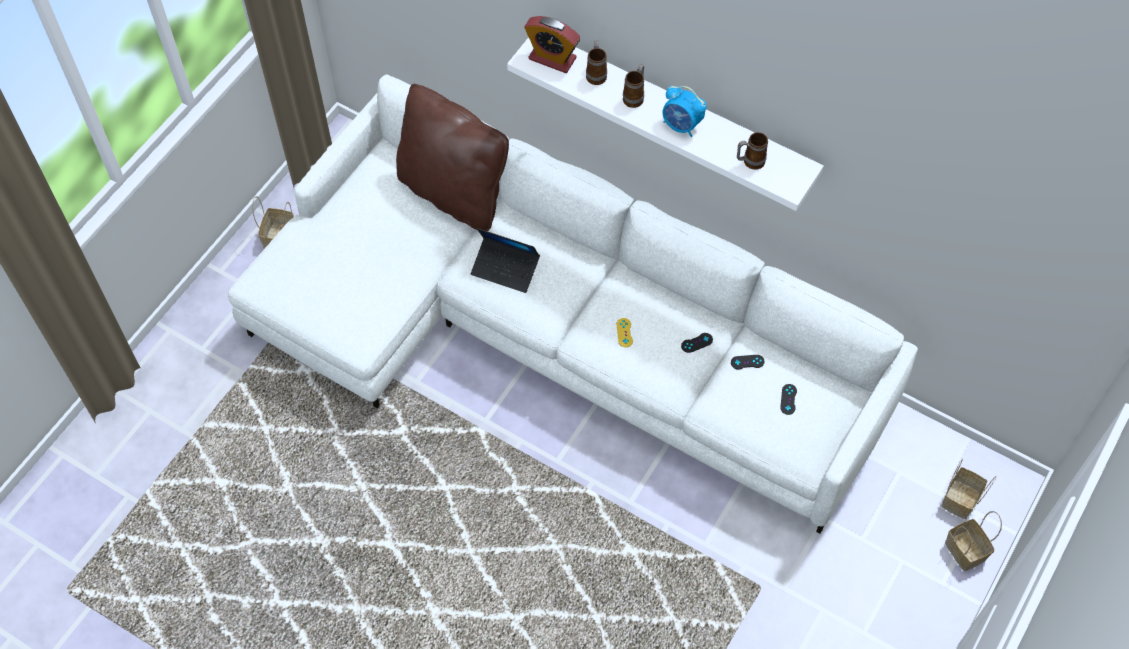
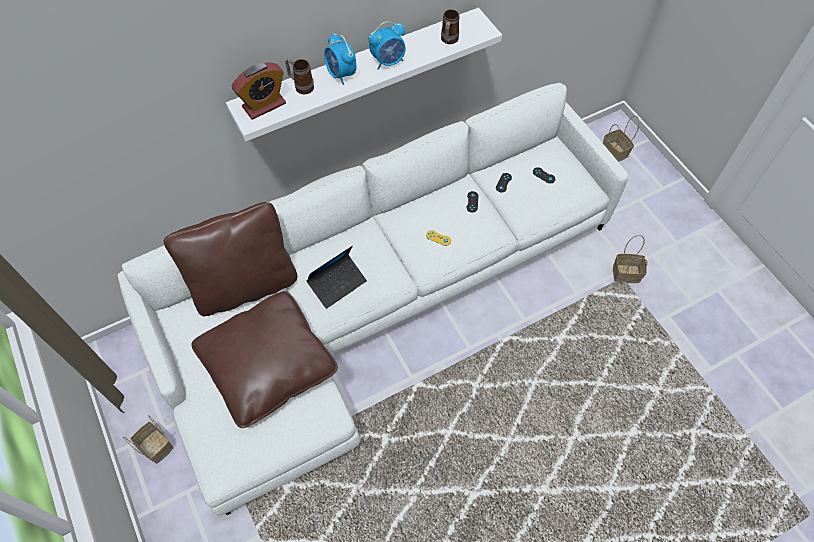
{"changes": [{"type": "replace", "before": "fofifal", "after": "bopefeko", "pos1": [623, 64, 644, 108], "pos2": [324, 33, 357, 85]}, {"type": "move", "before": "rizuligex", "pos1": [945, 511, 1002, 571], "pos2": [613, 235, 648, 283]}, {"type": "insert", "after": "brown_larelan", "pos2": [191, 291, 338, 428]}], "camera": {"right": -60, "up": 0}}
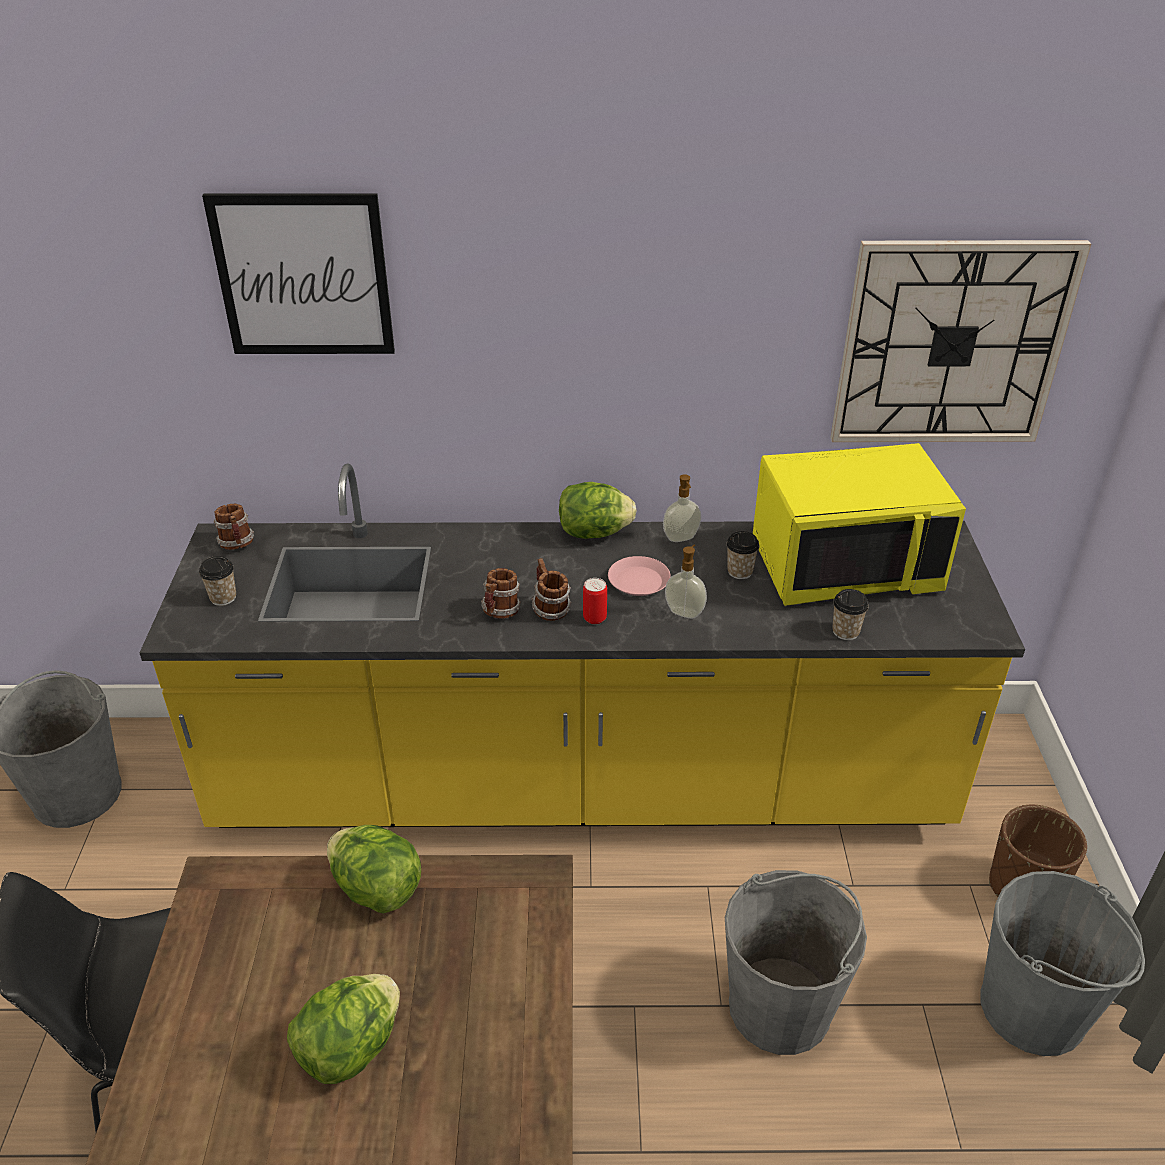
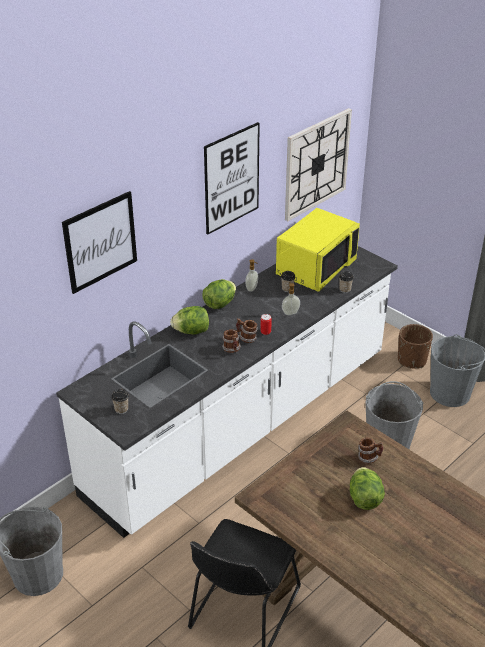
{"changes": [{"type": "recolor", "before": "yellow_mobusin", "after": "white_mobusin", "pos1": [140, 464, 1025, 828], "pos2": [56, 246, 398, 538]}, {"type": "move", "before": "fofifal", "pos1": [213, 504, 254, 550], "pos2": [358, 437, 383, 464]}, {"type": "delete", "before": "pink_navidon", "pos1": [608, 556, 671, 596]}, {"type": "move", "before": "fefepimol", "pos1": [327, 825, 421, 914], "pos2": [170, 306, 209, 335]}, {"type": "insert", "after": "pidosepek", "pos2": [204, 122, 260, 234]}], "camera": {"right": -45, "up": 0}}
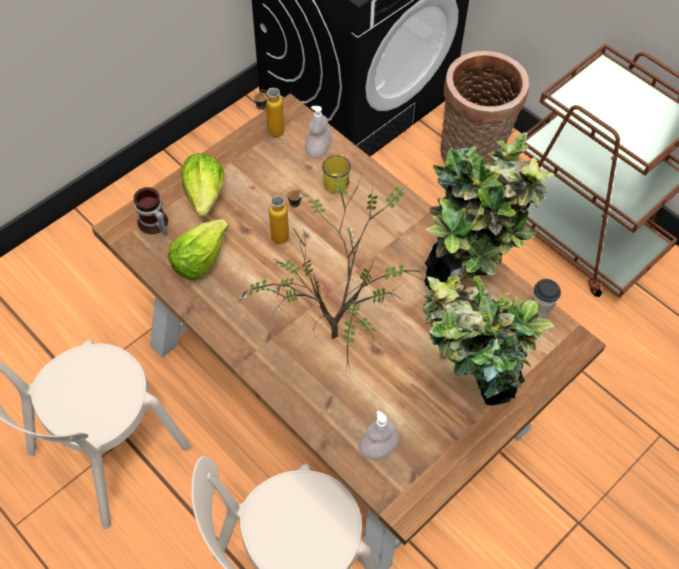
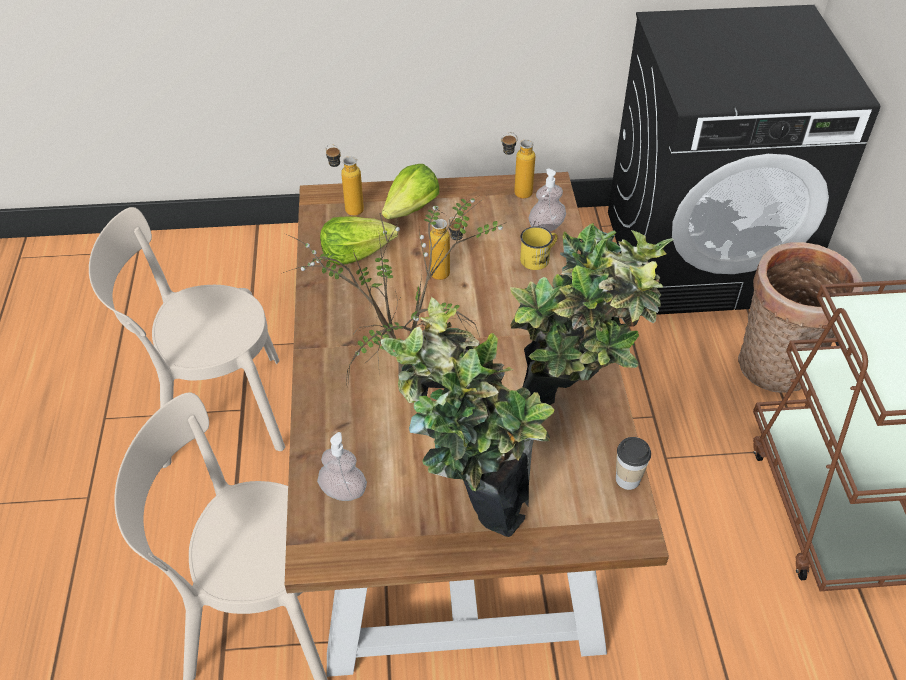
{"changes": [{"type": "replace", "before": "fofifal", "after": "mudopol", "pos1": [134, 187, 168, 235], "pos2": [326, 144, 364, 216]}], "camera": {"right": 40, "up": -10}}
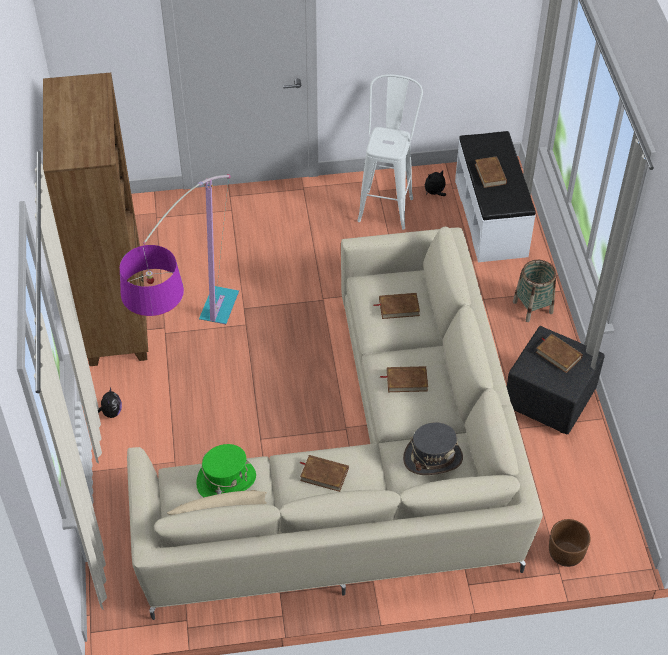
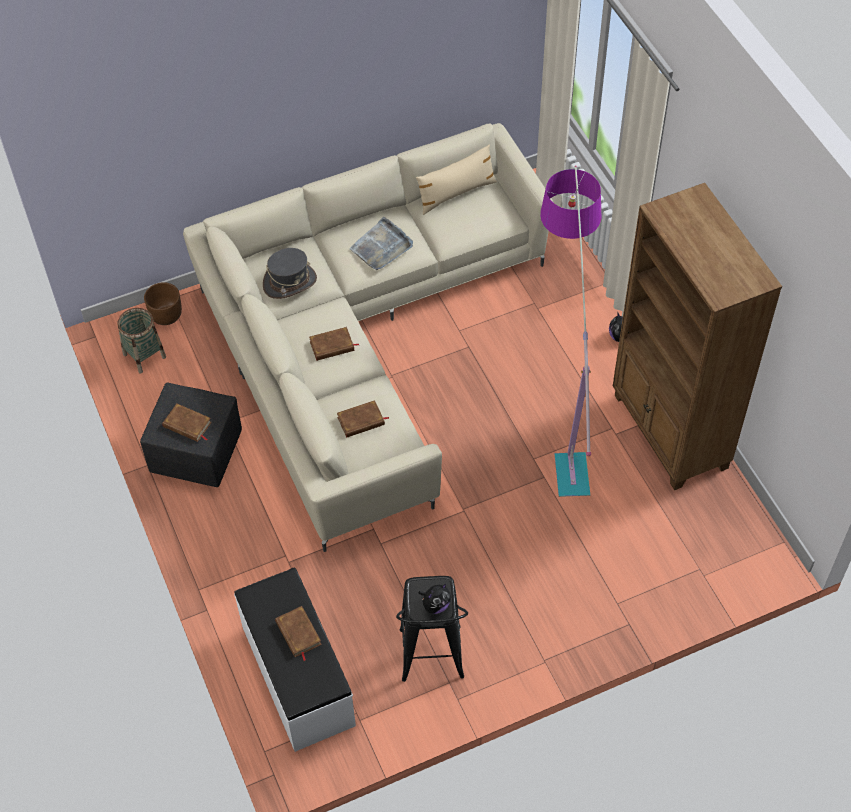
{"changes": [{"type": "recolor", "before": "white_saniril", "after": "black_saniril", "pos1": [357, 74, 423, 230], "pos2": [396, 576, 468, 682]}, {"type": "move", "before": "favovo", "pos1": [425, 170, 446, 196], "pos2": [418, 584, 451, 614]}, {"type": "move", "before": "rizuligex", "pos1": [513, 260, 556, 322], "pos2": [118, 308, 166, 374]}, {"type": "delete", "before": "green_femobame", "pos1": [196, 444, 256, 497]}, {"type": "replace", "before": "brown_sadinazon", "after": "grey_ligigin", "pos1": [300, 455, 349, 492], "pos2": [349, 217, 413, 270]}], "camera": {"right": 165, "up": 5}}
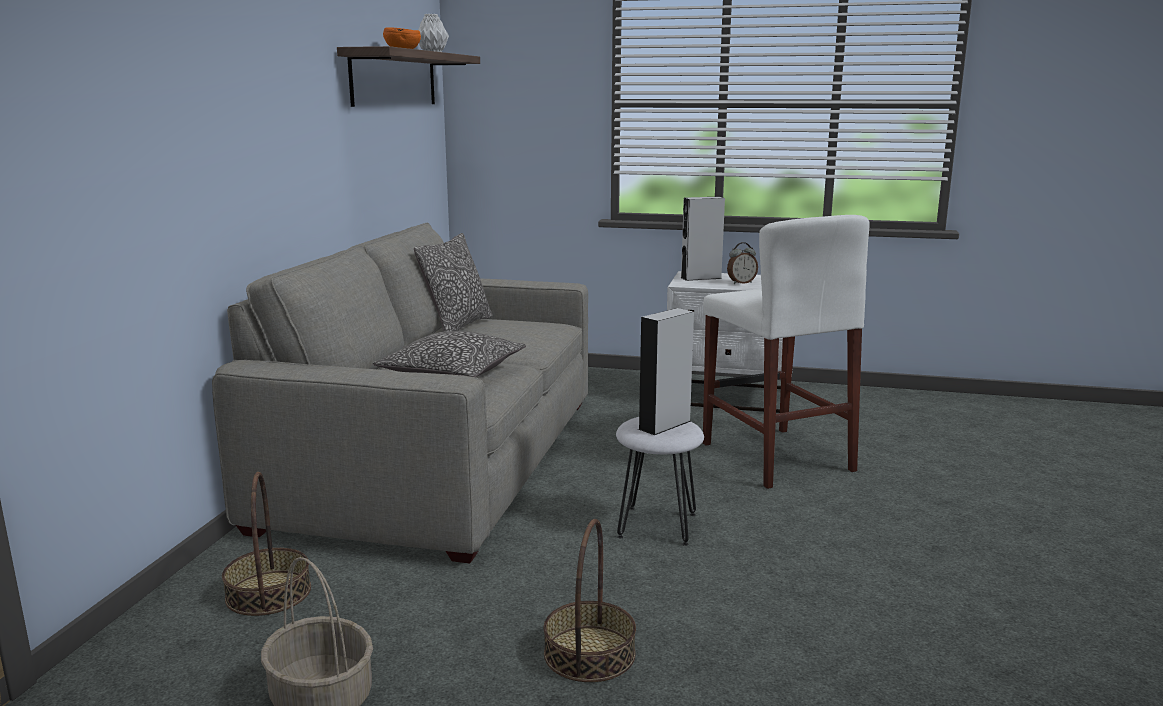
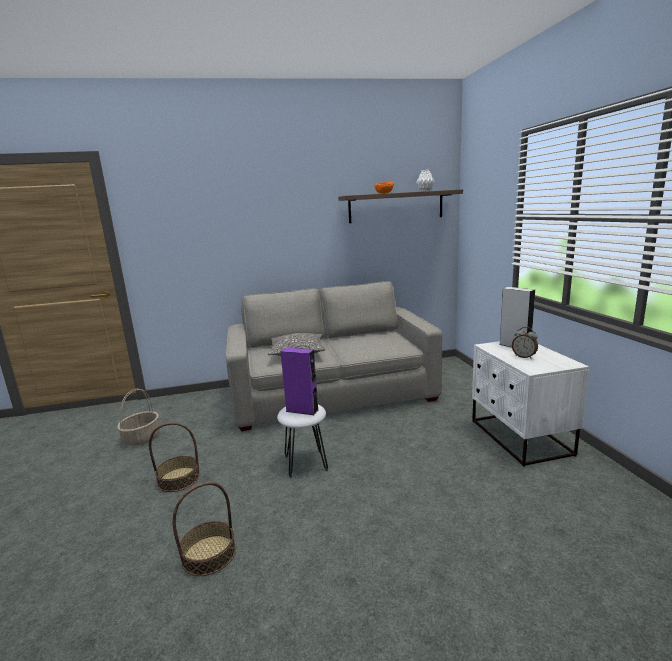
{"changes": [{"type": "delete", "before": "white_saniril", "pos1": [703, 215, 870, 489]}, {"type": "delete", "before": "larelan", "pos1": [414, 233, 492, 332]}, {"type": "recolor", "before": "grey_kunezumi", "after": "purple_kunezumi", "pos1": [638, 308, 694, 435], "pos2": [281, 348, 318, 415]}, {"type": "move", "before": "rizuligex", "pos1": [222, 472, 311, 616], "pos2": [173, 482, 236, 576]}], "camera": {"right": 65, "up": 0}}
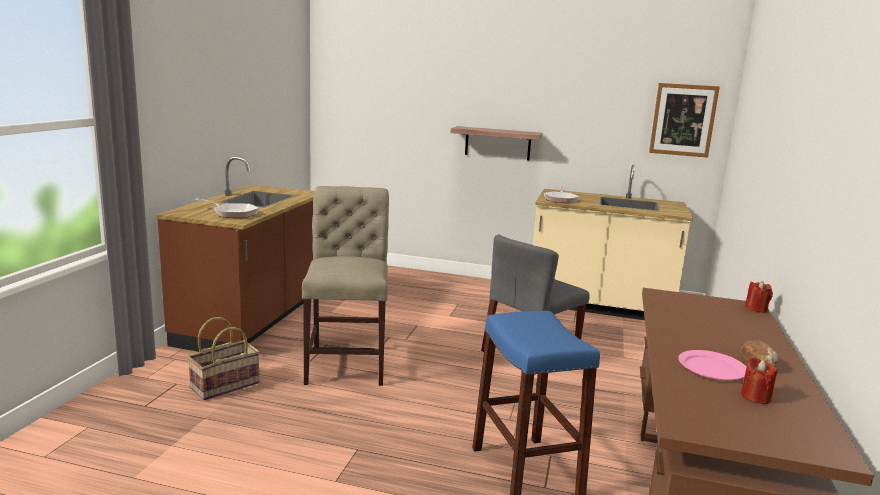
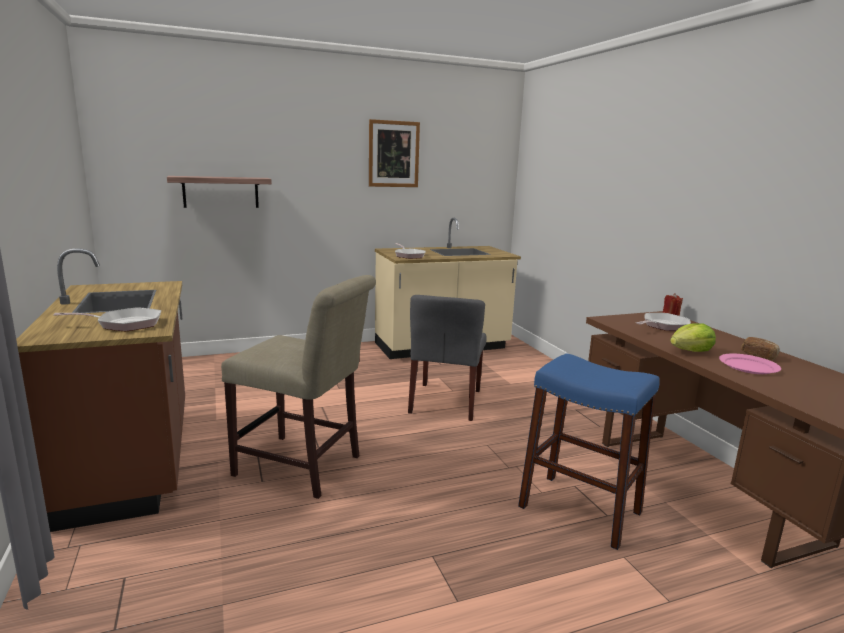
{"changes": [{"type": "move", "before": "pidosepek", "pos1": [649, 83, 720, 158], "pos2": [369, 119, 420, 187]}, {"type": "move", "before": "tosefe", "pos1": [450, 126, 543, 160], "pos2": [167, 176, 272, 208]}, {"type": "rotate", "before": "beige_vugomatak", "pos1": [302, 186, 389, 386], "pos2": [221, 275, 376, 499], "turn": 150}, {"type": "delete", "before": "rizuligex", "pos1": [187, 317, 260, 400]}, {"type": "delete", "before": "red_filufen", "pos1": [741, 357, 778, 404]}, {"type": "insert", "after": "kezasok", "pos2": [636, 313, 691, 331]}, {"type": "insert", "after": "fefepimol", "pos2": [670, 323, 716, 352]}], "camera": {"right": -35, "up": 0}}
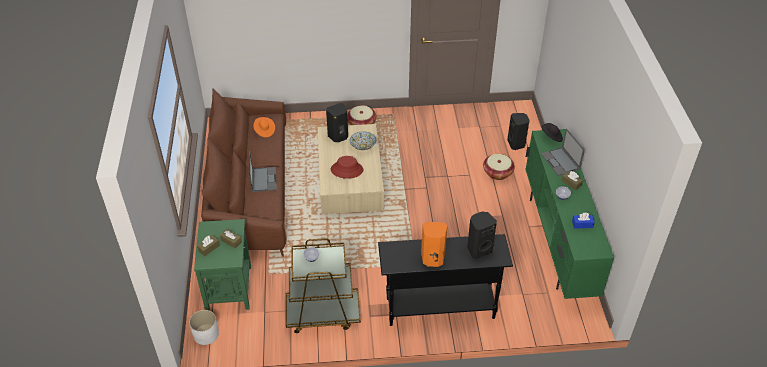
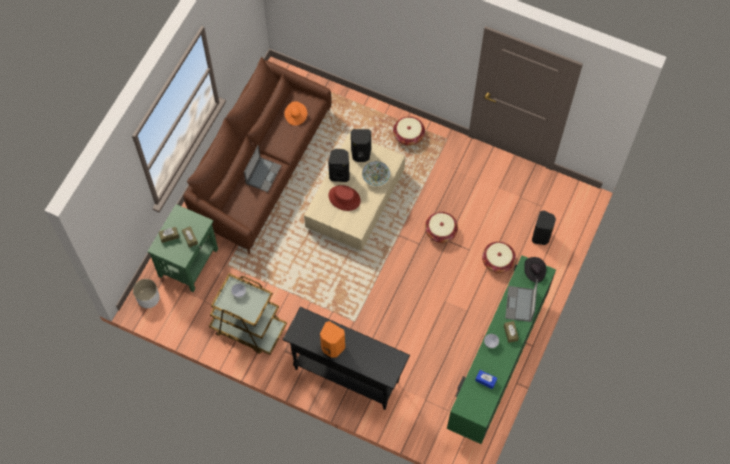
{"changes": [{"type": "move", "before": "black_kunezumi", "pos1": [467, 212, 497, 259], "pos2": [328, 149, 350, 182]}, {"type": "insert", "after": "rizuligex", "pos2": [425, 212, 458, 243]}], "camera": {"right": 30, "up": 20}}
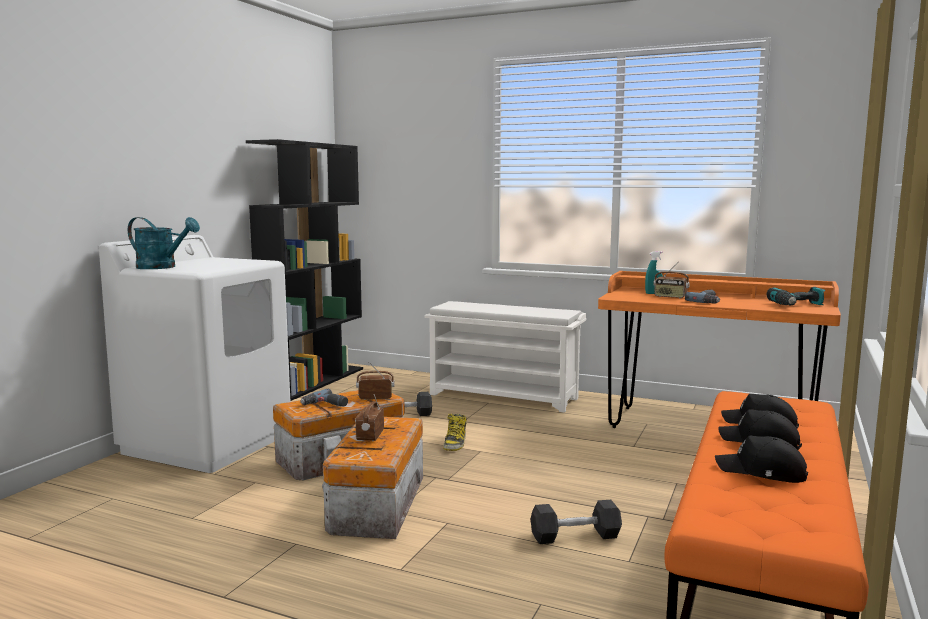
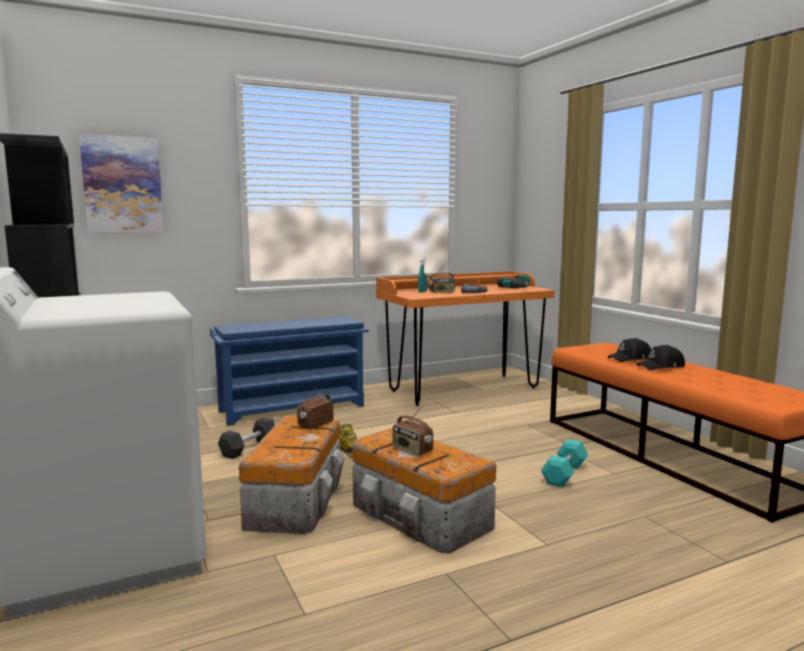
{"changes": [{"type": "delete", "before": "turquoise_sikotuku", "pos1": [128, 217, 200, 269]}, {"type": "recolor", "before": "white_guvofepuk", "after": "blue_guvofepuk", "pos1": [425, 301, 586, 413], "pos2": [210, 316, 369, 426]}, {"type": "delete", "before": "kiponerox", "pos1": [300, 389, 348, 407]}, {"type": "delete", "before": "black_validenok", "pos1": [715, 436, 808, 483]}, {"type": "recolor", "before": "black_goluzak", "after": "turquoise_goluzak", "pos1": [531, 500, 622, 544], "pos2": [541, 439, 588, 487]}, {"type": "insert", "after": "pidosepek", "pos2": [79, 134, 164, 233]}], "camera": {"right": -50, "up": 0}}
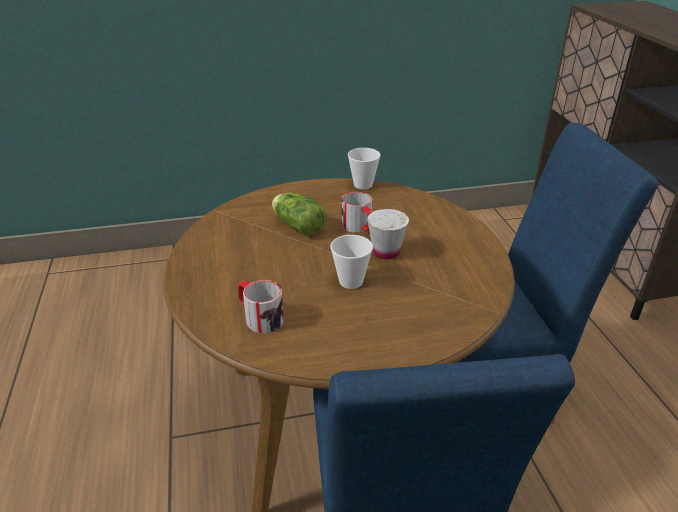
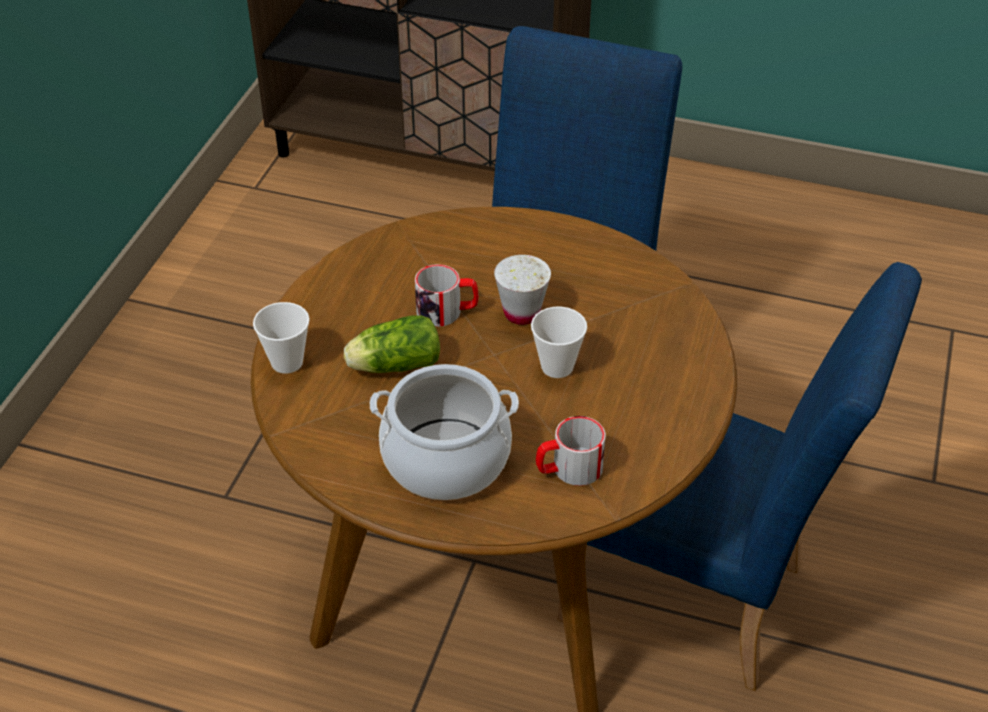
{"changes": [{"type": "move", "before": "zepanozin", "pos1": [348, 148, 381, 189], "pos2": [253, 302, 310, 374]}, {"type": "insert", "after": "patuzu", "pos2": [370, 364, 519, 500]}], "camera": {"right": -60, "up": 10}}
